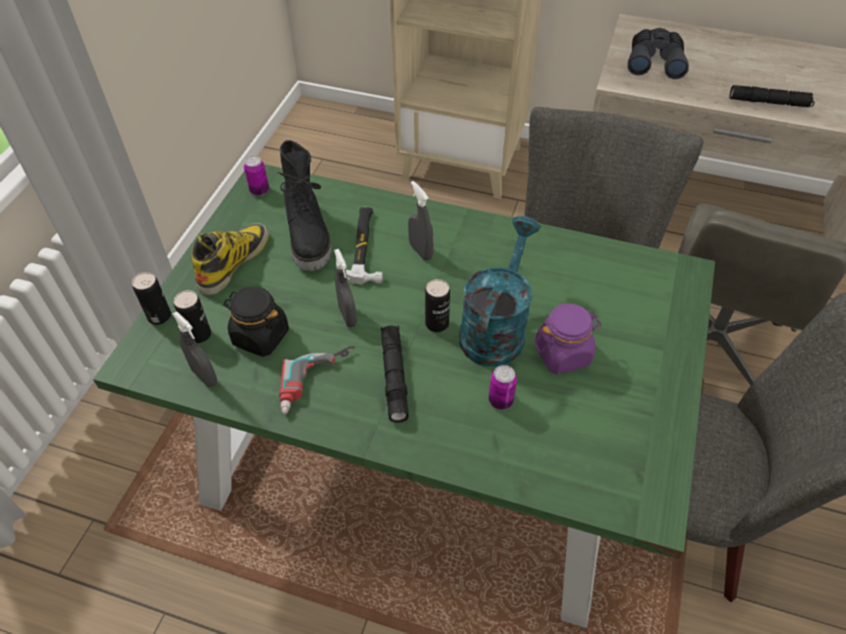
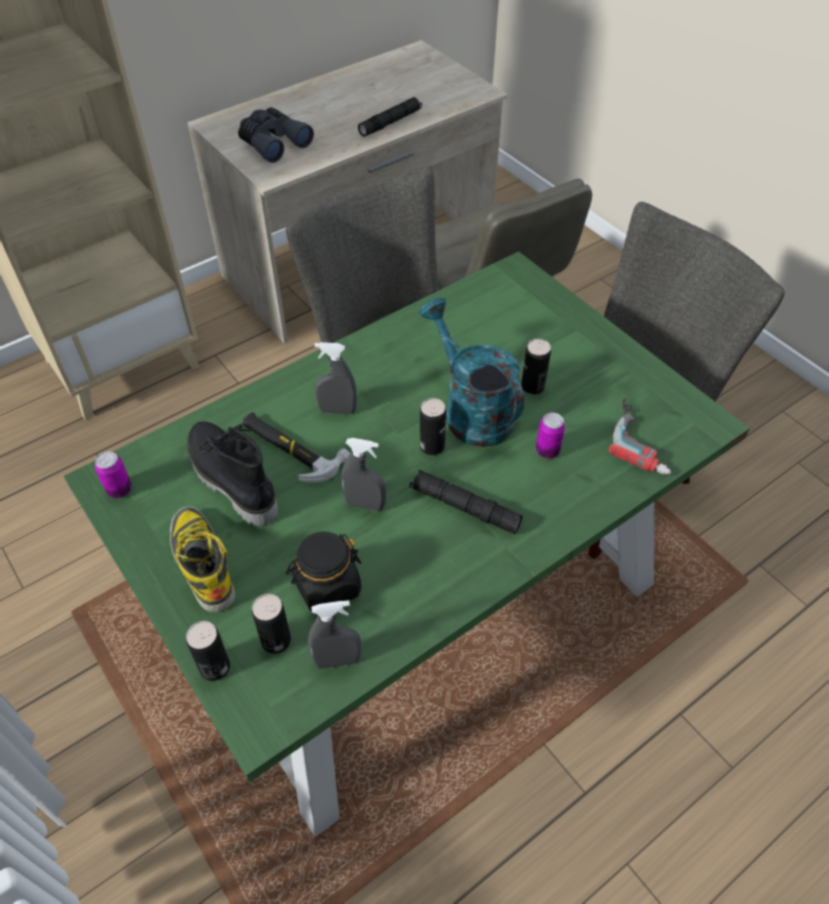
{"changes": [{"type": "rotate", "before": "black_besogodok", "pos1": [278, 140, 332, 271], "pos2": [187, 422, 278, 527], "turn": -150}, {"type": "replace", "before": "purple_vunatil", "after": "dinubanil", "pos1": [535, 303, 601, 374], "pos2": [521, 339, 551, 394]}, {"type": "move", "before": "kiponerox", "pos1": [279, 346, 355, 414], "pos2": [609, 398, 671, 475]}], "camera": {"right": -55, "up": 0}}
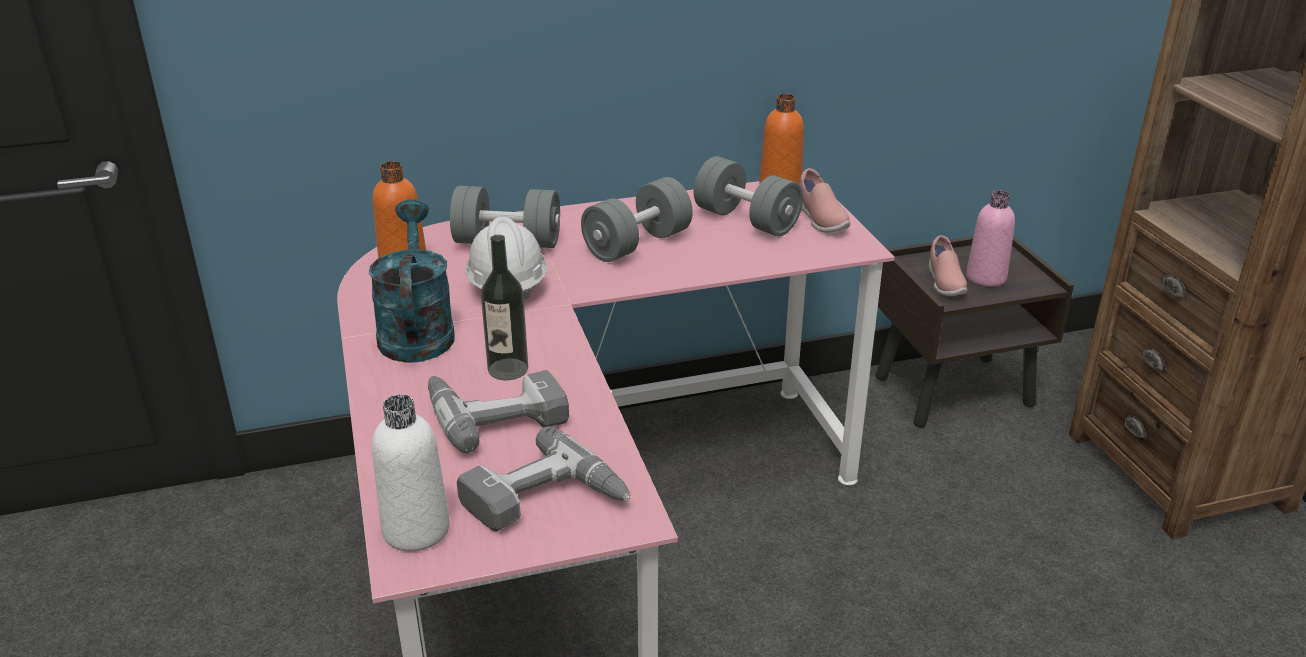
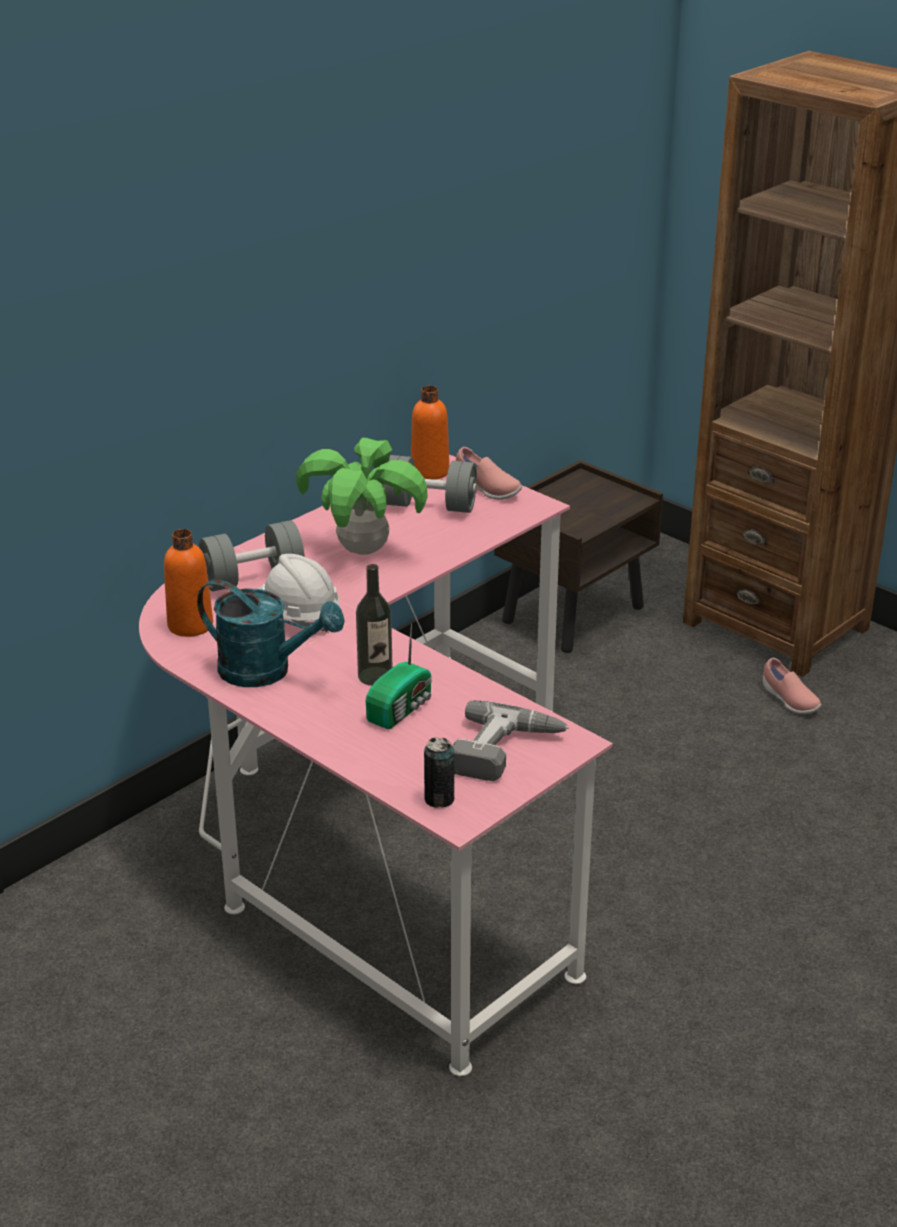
{"changes": [{"type": "replace", "before": "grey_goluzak", "after": "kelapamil", "pos1": [581, 177, 693, 262], "pos2": [296, 438, 428, 555]}, {"type": "delete", "before": "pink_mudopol", "pos1": [966, 190, 1015, 287]}, {"type": "rotate", "before": "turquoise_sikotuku", "pos1": [369, 199, 455, 363], "pos2": [197, 579, 345, 687], "turn": 150}, {"type": "move", "before": "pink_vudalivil", "pos1": [929, 235, 967, 296], "pos2": [763, 658, 822, 714]}, {"type": "replace", "before": "kiponerox", "after": "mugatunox", "pos1": [428, 370, 569, 453], "pos2": [366, 623, 432, 729]}, {"type": "replace", "before": "white_mudopol", "after": "dinubanil", "pos1": [372, 395, 450, 551], "pos2": [424, 737, 455, 808]}], "camera": {"right": -30, "up": 0}}
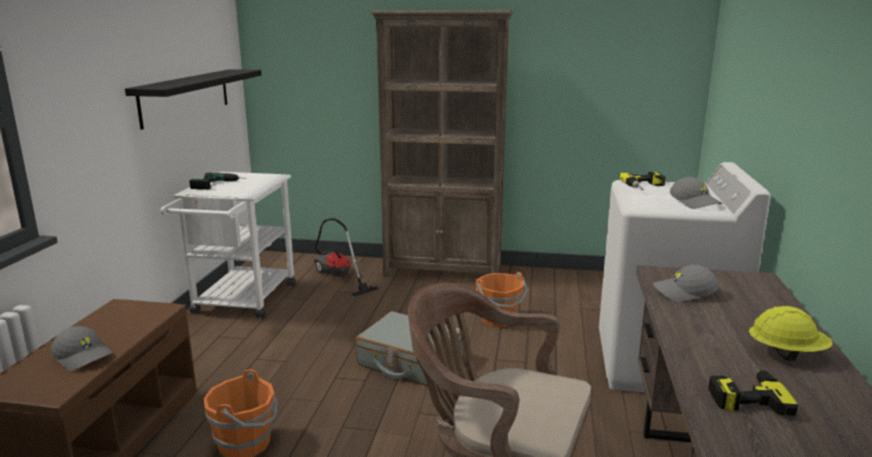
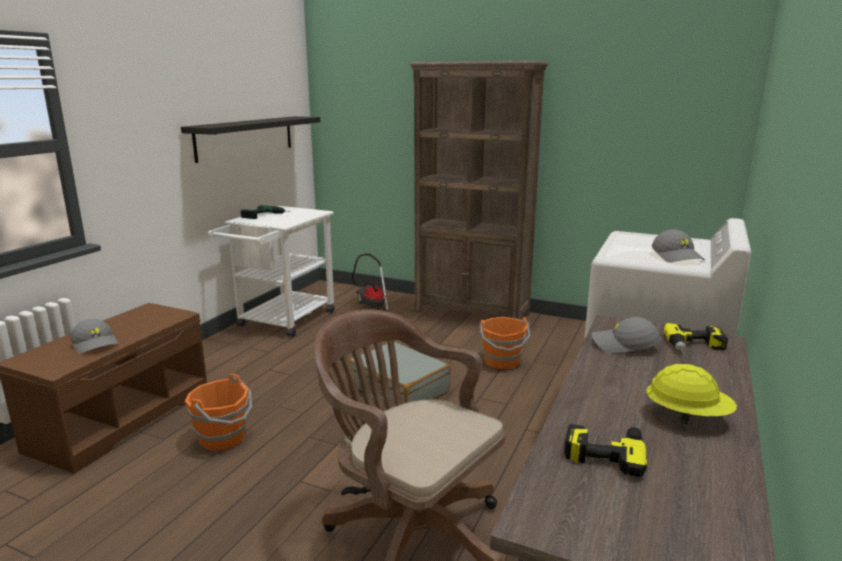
{"changes": [{"type": "move", "before": "kiponerox", "pos1": [619, 171, 666, 190], "pos2": [663, 323, 728, 358]}], "camera": {"right": 15, "up": 0}}
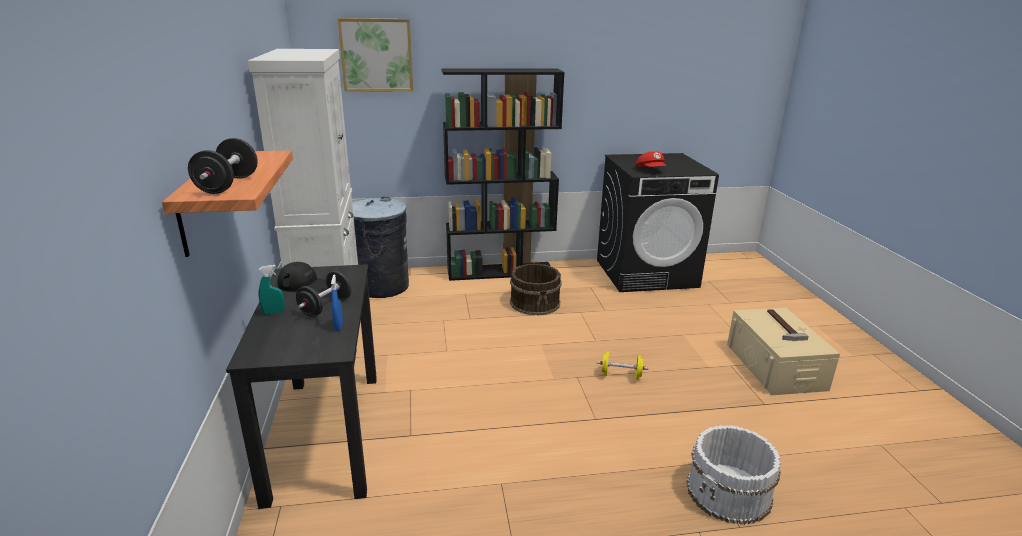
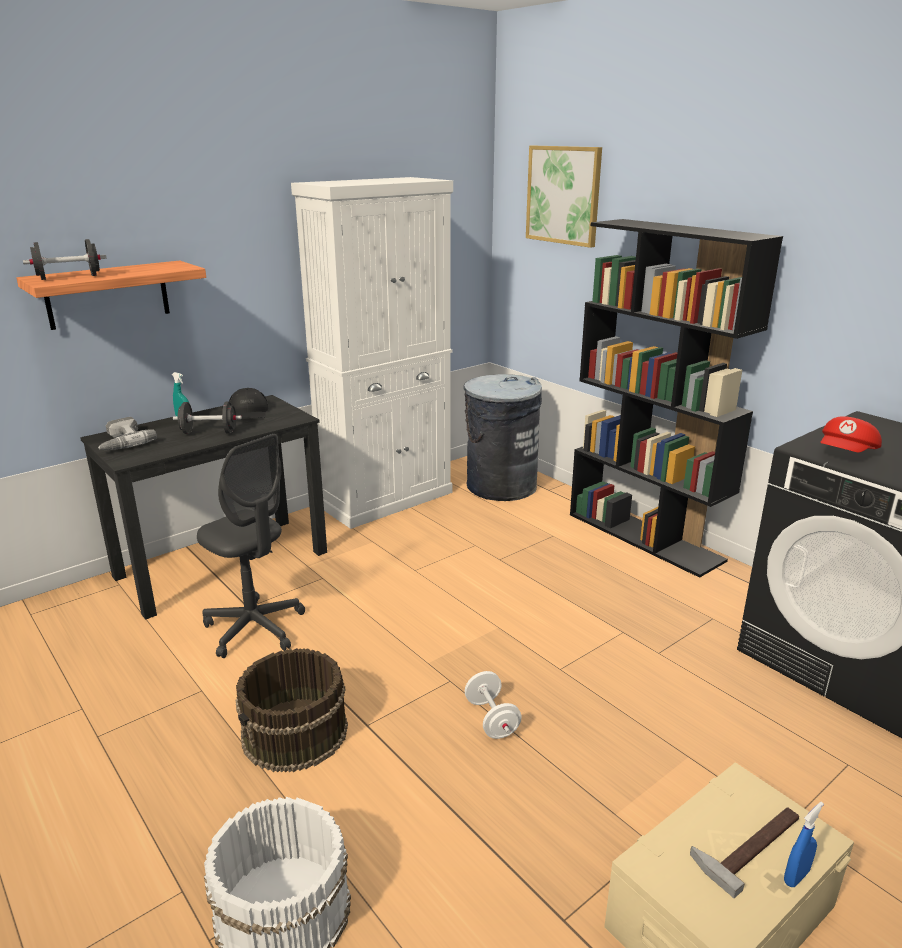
{"changes": [{"type": "move", "before": "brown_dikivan", "pos1": [510, 264, 562, 316], "pos2": [235, 648, 348, 772]}, {"type": "move", "before": "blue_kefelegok", "pos1": [331, 274, 343, 331], "pos2": [784, 802, 824, 887]}, {"type": "recolor", "before": "yellow_goluzak", "after": "white_goluzak", "pos1": [597, 351, 648, 380], "pos2": [465, 671, 522, 739]}, {"type": "insert", "after": "kiponerox", "pos2": [98, 417, 157, 450]}, {"type": "insert", "after": "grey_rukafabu", "pos2": [197, 434, 305, 658]}], "camera": {"right": 60, "up": 0}}
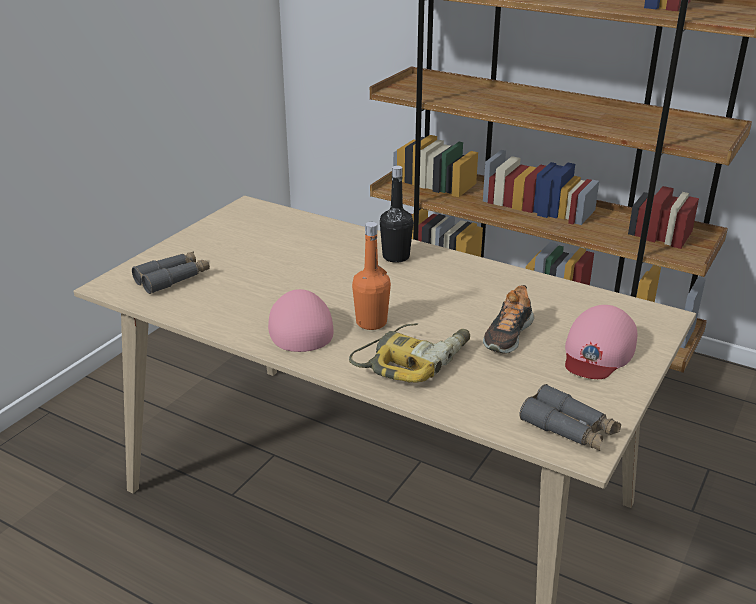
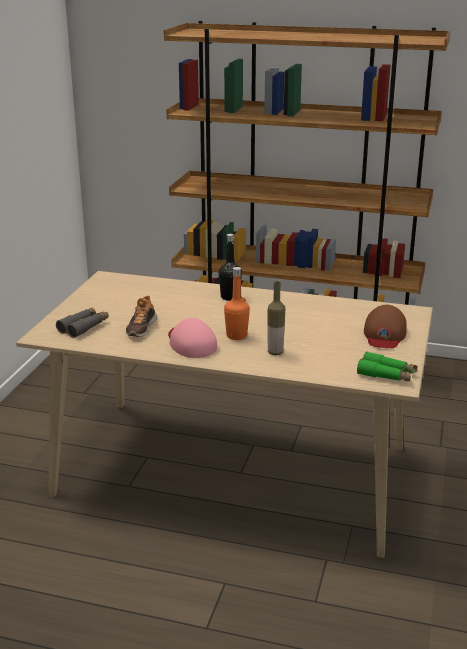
{"changes": [{"type": "move", "before": "vudalivil", "pos1": [483, 285, 534, 353], "pos2": [125, 296, 157, 337]}, {"type": "recolor", "before": "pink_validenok", "after": "brown_validenok", "pos1": [565, 305, 637, 379], "pos2": [364, 305, 407, 348]}, {"type": "replace", "before": "kiponerox", "after": "mudopol", "pos1": [349, 323, 470, 383], "pos2": [268, 281, 285, 355]}, {"type": "recolor", "before": "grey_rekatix", "after": "green_rekatix", "pos1": [519, 384, 621, 451], "pos2": [357, 351, 417, 382]}], "camera": {"right": -15, "up": -5}}
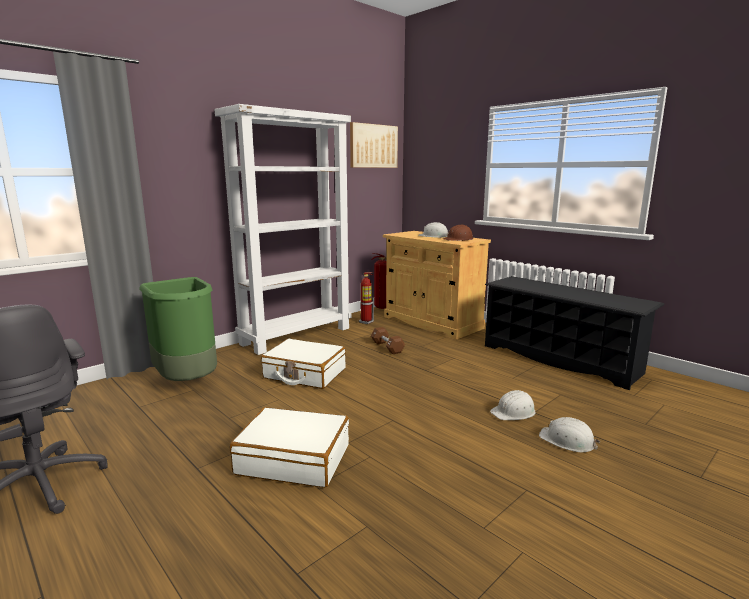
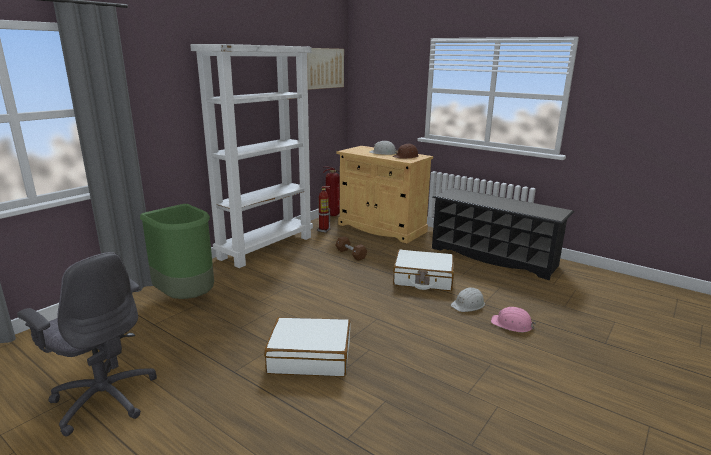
{"changes": [{"type": "move", "before": "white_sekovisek", "pos1": [261, 339, 346, 389], "pos2": [393, 249, 454, 291]}, {"type": "recolor", "before": "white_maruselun", "after": "pink_maruselun", "pos1": [539, 417, 600, 452], "pos2": [491, 307, 536, 332]}], "camera": {"right": -10, "up": 5}}
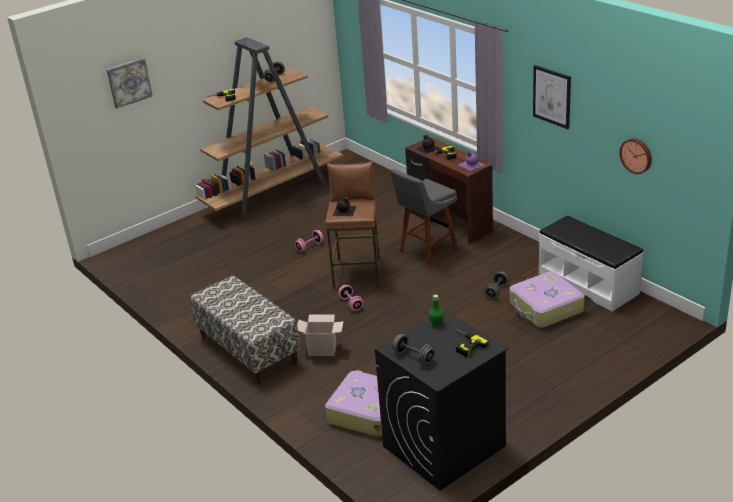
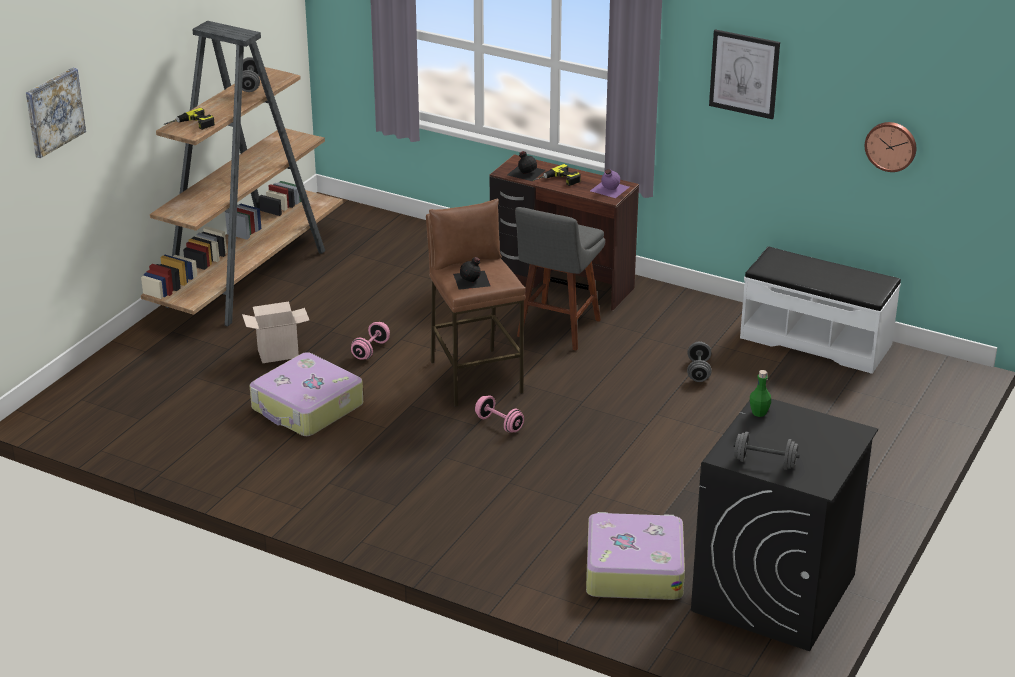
{"changes": [{"type": "move", "before": "sekovisek", "pos1": [510, 271, 585, 328], "pos2": [249, 352, 363, 436]}, {"type": "delete", "before": "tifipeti", "pos1": [190, 275, 300, 384]}, {"type": "move", "before": "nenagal", "pos1": [297, 314, 344, 356], "pos2": [242, 302, 309, 363]}, {"type": "delete", "before": "kiponerox", "pos1": [456, 328, 489, 357]}], "camera": {"right": -25, "up": 0}}
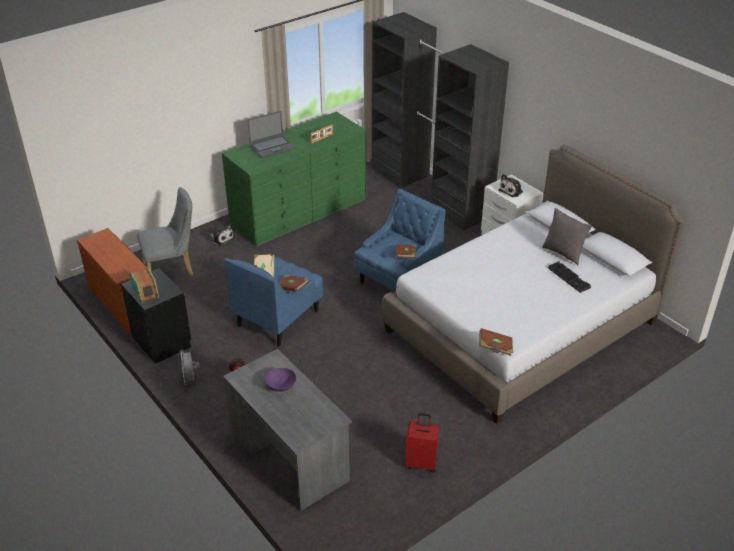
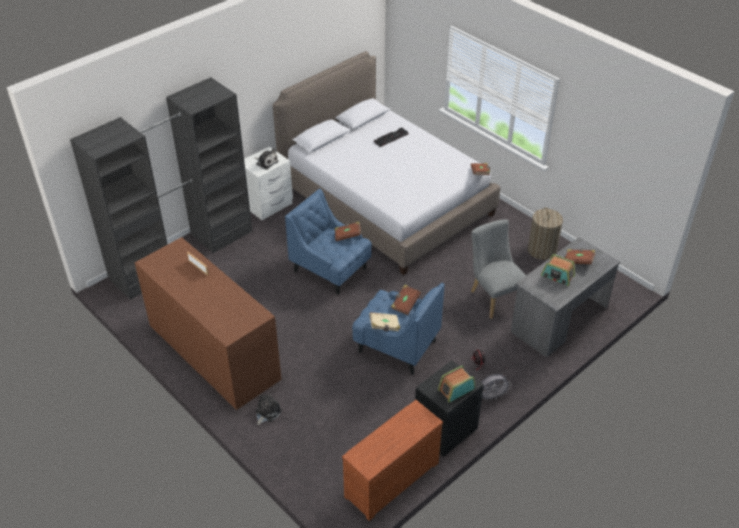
{"changes": [{"type": "recolor", "before": "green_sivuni", "after": "brown_sivuni", "pos1": [222, 111, 366, 247], "pos2": [135, 237, 282, 410]}, {"type": "delete", "before": "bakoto", "pos1": [247, 111, 295, 158]}, {"type": "move", "before": "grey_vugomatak", "pos1": [137, 187, 193, 276], "pos2": [471, 220, 526, 319]}, {"type": "delete", "before": "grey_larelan", "pos1": [542, 208, 592, 265]}, {"type": "replace", "before": "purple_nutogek", "after": "mugatunox", "pos1": [265, 368, 296, 392], "pos2": [541, 254, 575, 286]}, {"type": "replace", "before": "red_sekovisek", "after": "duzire", "pos1": [405, 413, 439, 473], "pos2": [528, 208, 563, 260]}, {"type": "insert", "after": "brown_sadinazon", "pos2": [565, 248, 596, 264]}], "camera": {"right": -95, "up": 5}}
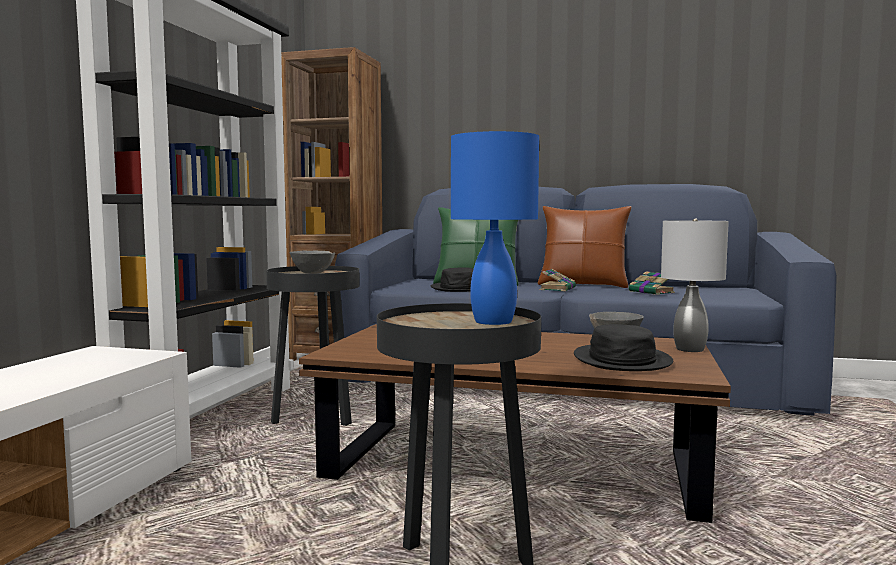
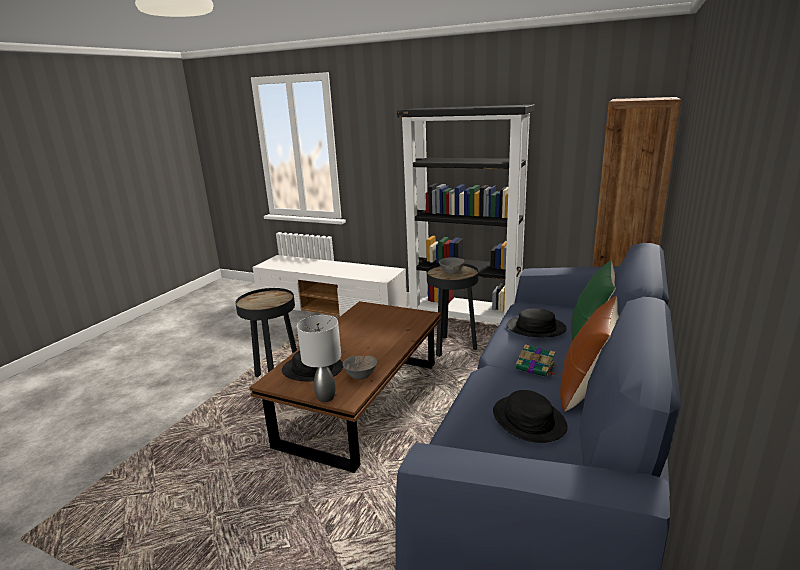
{"changes": [{"type": "delete", "before": "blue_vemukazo", "pos1": [451, 131, 539, 325]}, {"type": "replace", "before": "sadinazon", "after": "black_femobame", "pos1": [629, 271, 675, 295], "pos2": [493, 390, 568, 443]}], "camera": {"right": 100, "up": 15}}
